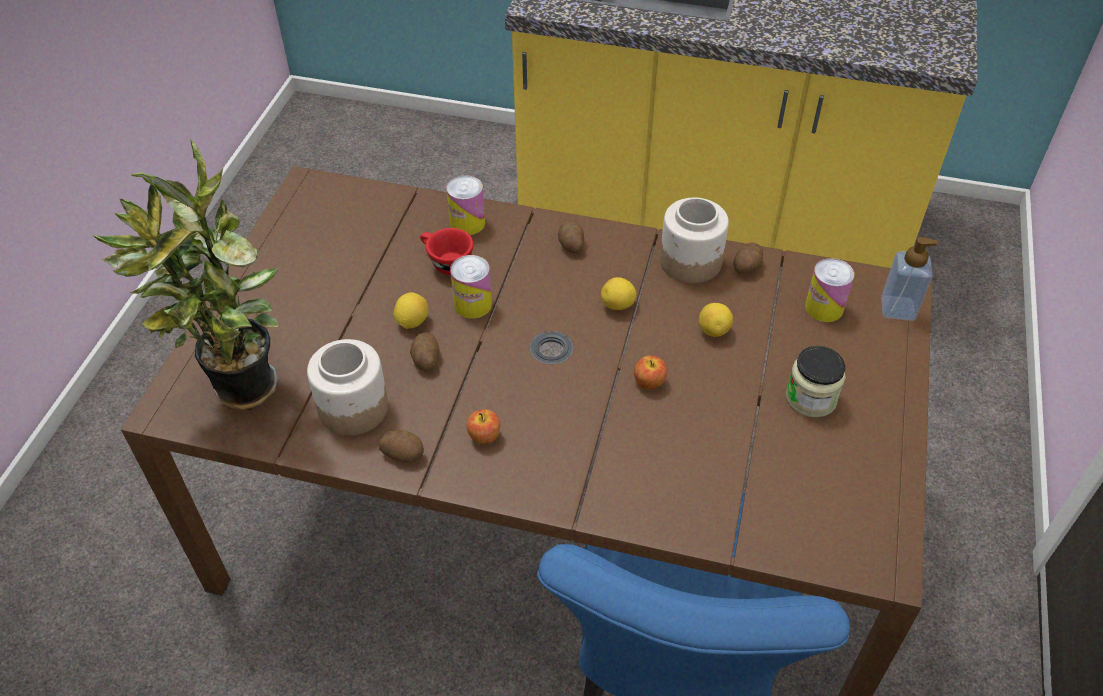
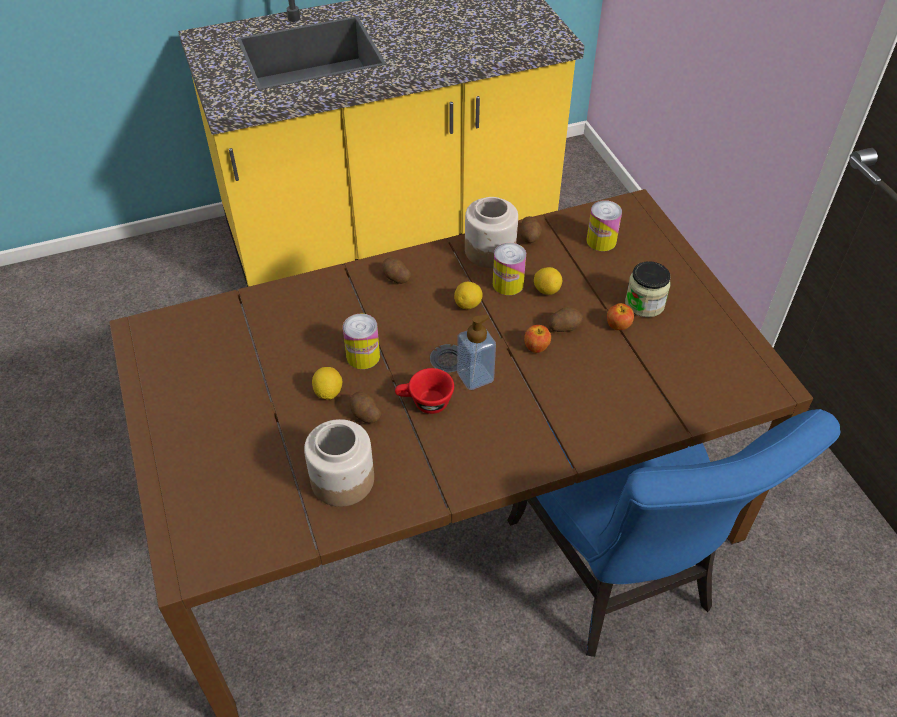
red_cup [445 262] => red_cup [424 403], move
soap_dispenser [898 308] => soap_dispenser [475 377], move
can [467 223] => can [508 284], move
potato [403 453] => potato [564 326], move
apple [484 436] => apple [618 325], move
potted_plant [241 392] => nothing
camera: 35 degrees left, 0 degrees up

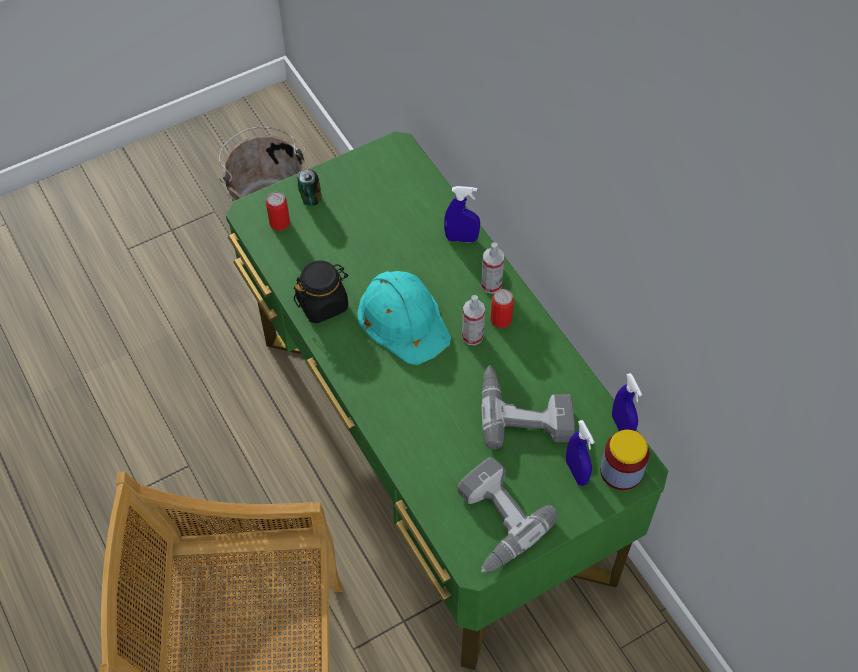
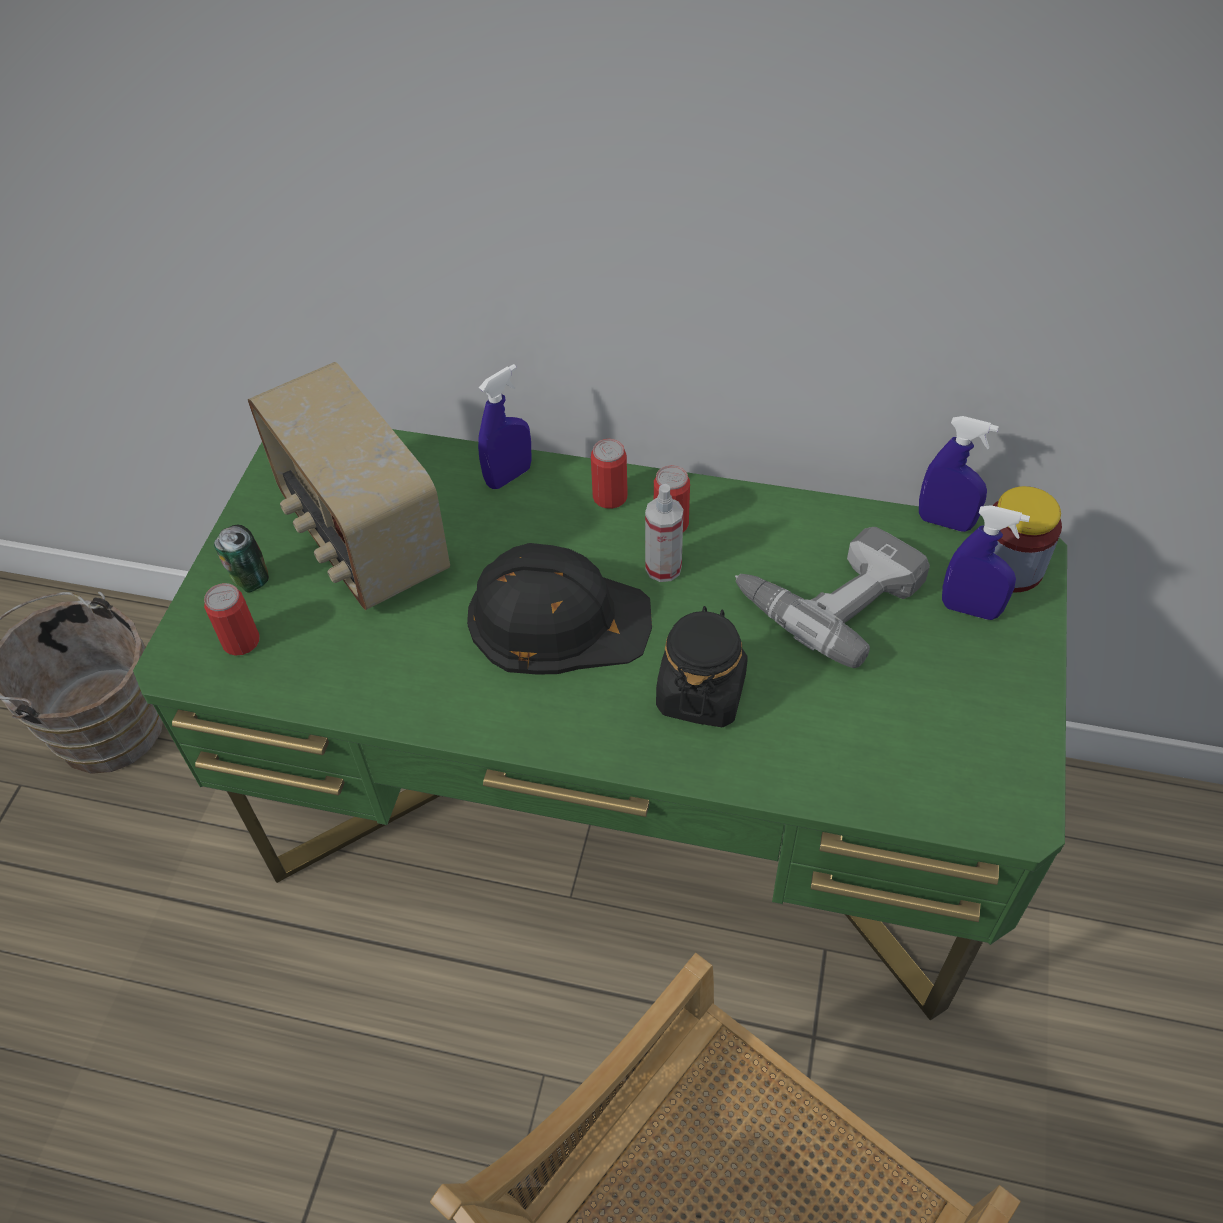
nothing => radio [361 538]
turquoise_hard_hat [403 319] => black_hard_hat [557 618]
spray_bottle [491 285] => can [610 497]
black_jar [323 303] => black_jar [701 693], move
power_drill [493 521] => nothing
camera: 45 degrees left, 5 degrees down

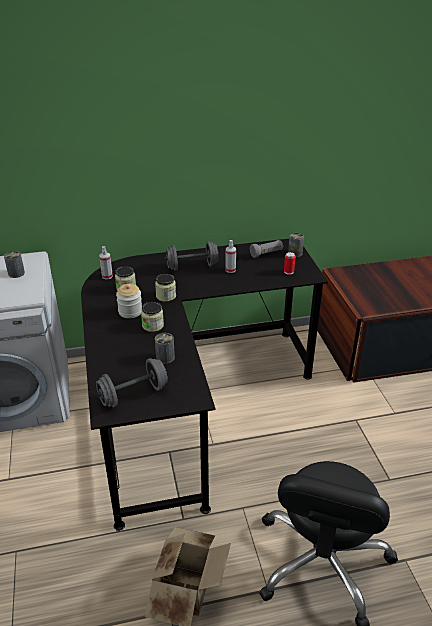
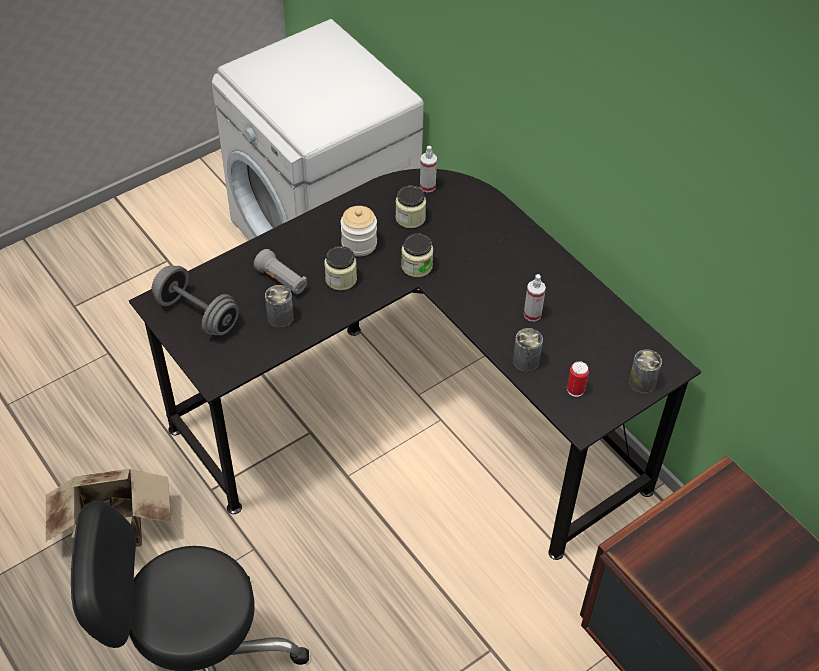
grey_flashlight [266 253] => grey_flashlight [282 281], move
can [16 273] => can [526 361], move
grey_dumbbell [192 266] => nothing
camera: 65 degrees right, 15 degrees up

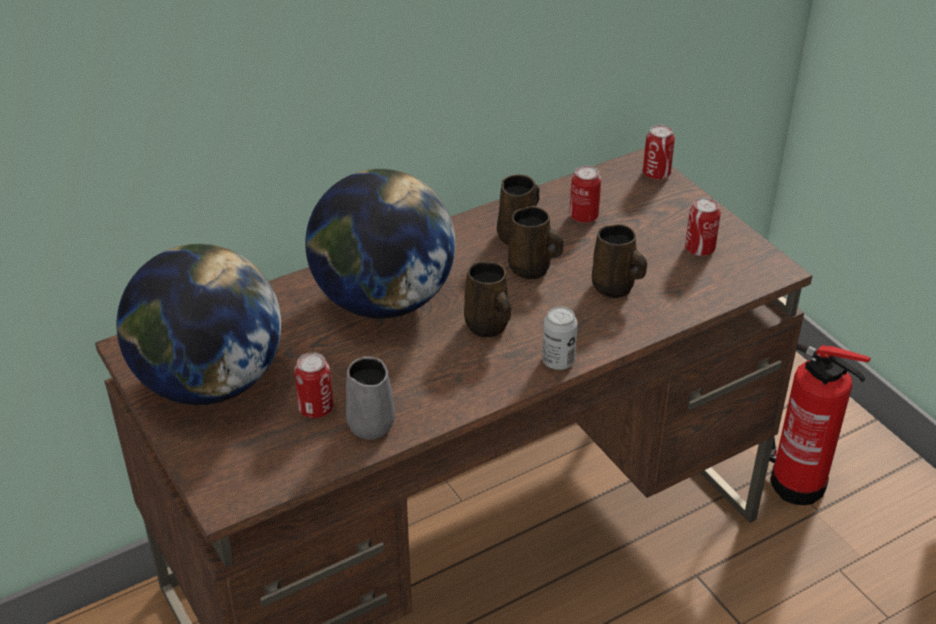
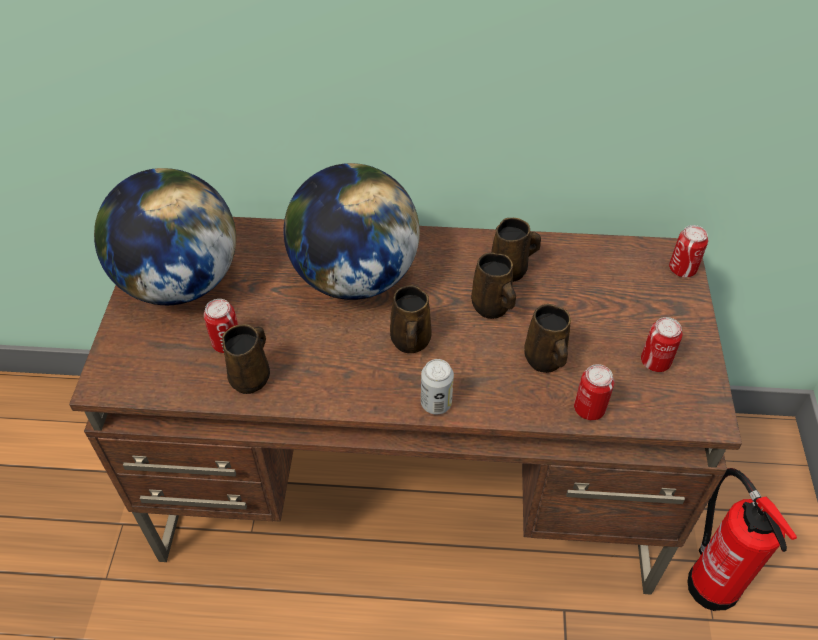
grey_mug [371 422] => brown_mug [251 377]
can [583 216] => can [589 409], move
camera: 35 degrees right, 10 degrees up

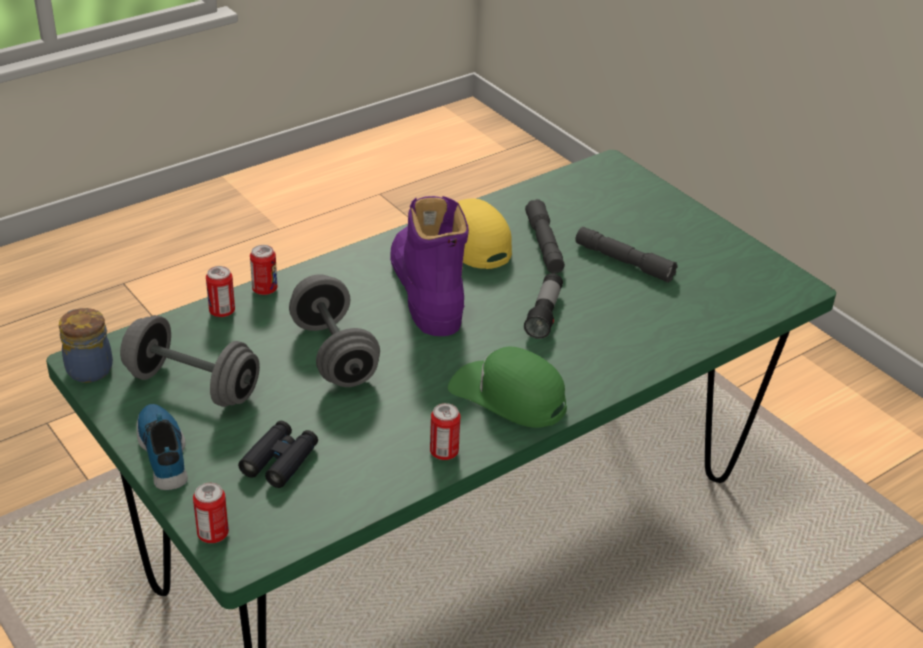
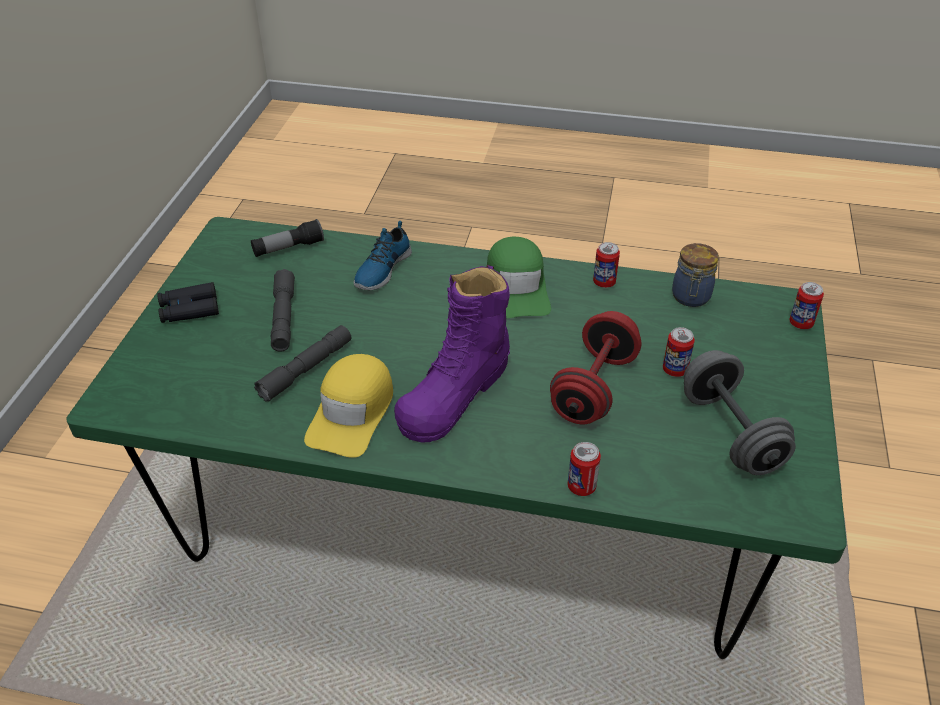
black_binoculars [280 460] => black_binoculars [189 309], move
flashlight [544 314] => flashlight [288 248], move
shoe [164 451] => shoe [381 269], move
grey_dumbbell [334 354] => red_dumbbell [593 388]
can [222 311] => can [674 370], move
jar [88 368] => jar [690 297], move
camera: 130 degrees left, 5 degrees up

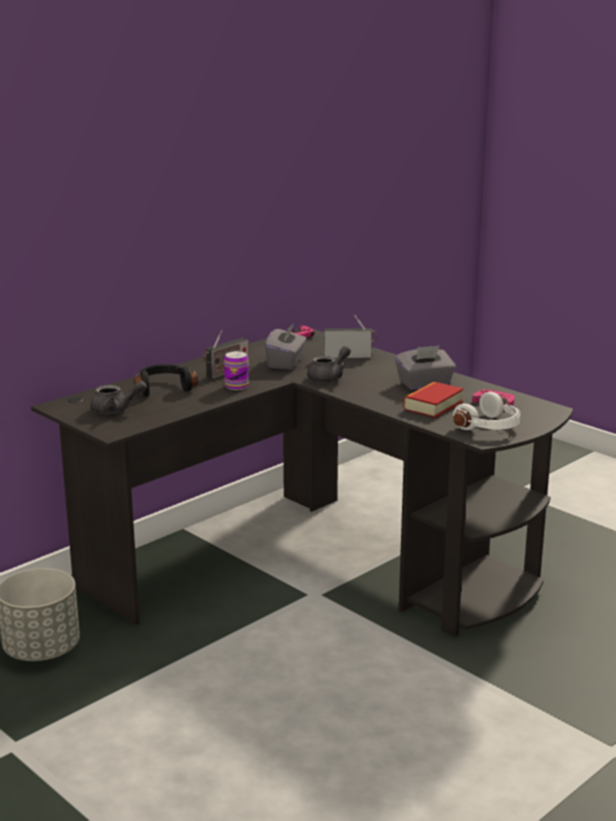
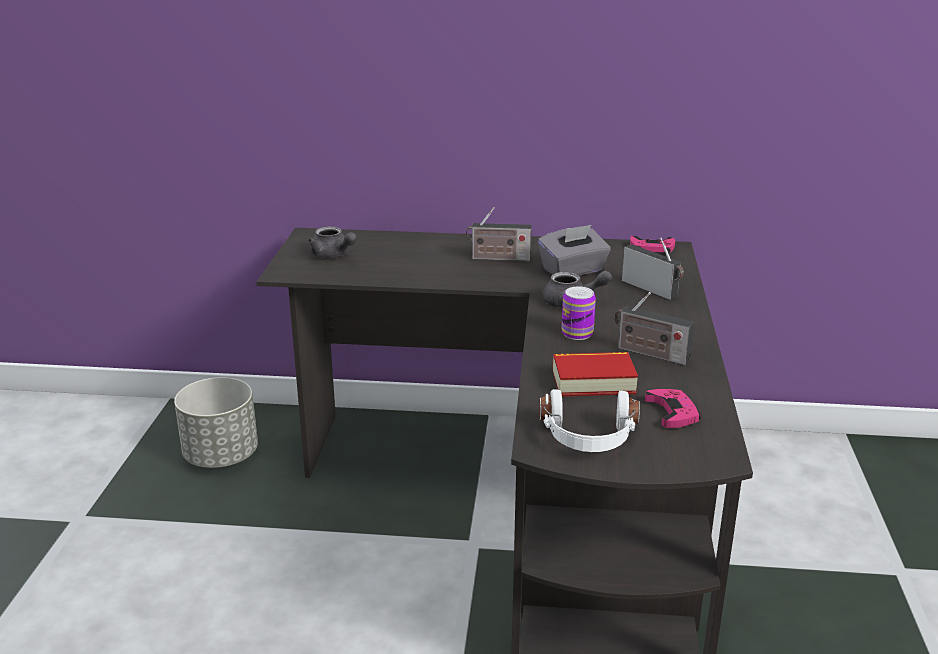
can [236 386] => can [577 333], move
grey_tissue_box [424 384] => radio [649 354]
black_headphones [163 388] => nothing
camera: 50 degrees right, 5 degrees up

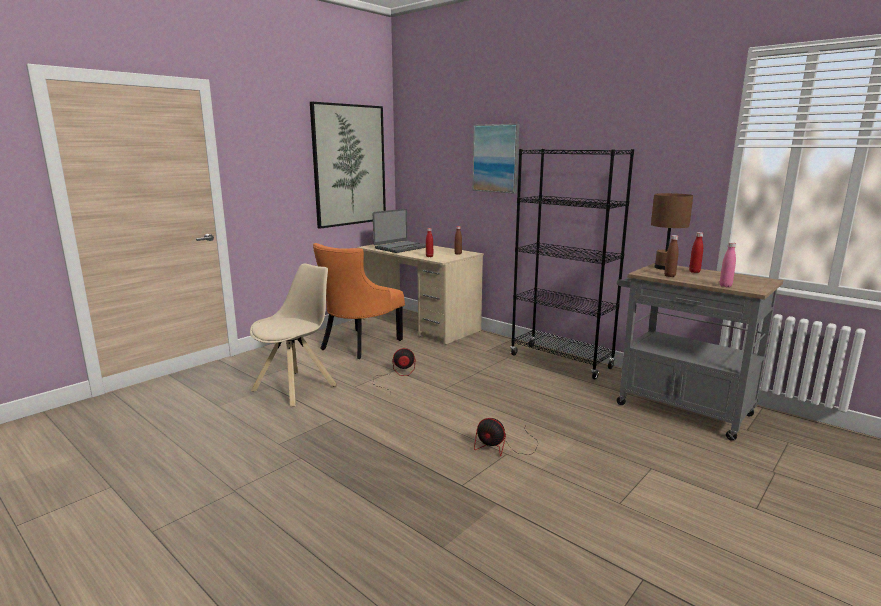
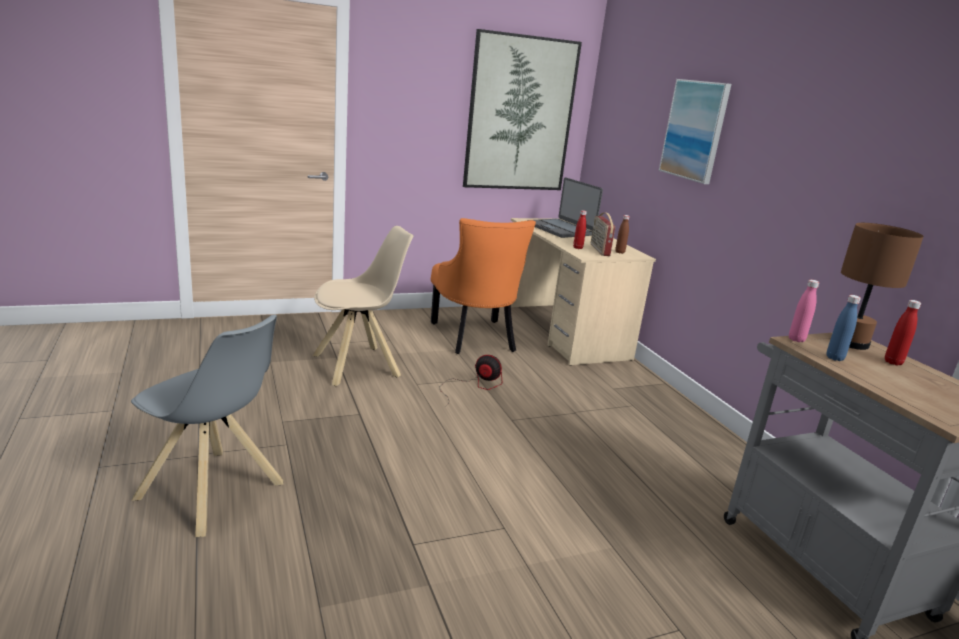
nothing => grey_chair [213 492]
orange_chair [361 344] => orange_chair [473 336], 75 degrees counterclockwise
laptop [401 248] => laptop [560 229], 75 degrees clockwise
nothing => radio [599 250]
pink_bottle [725 286] => pink_bottle [796 339], move
brown_bottle [669 276] => blue_bottle [834 358]
fan [504 447] => nothing
black_bookcase [561 361] => nothing
camera: 25 degrees right, 5 degrees up

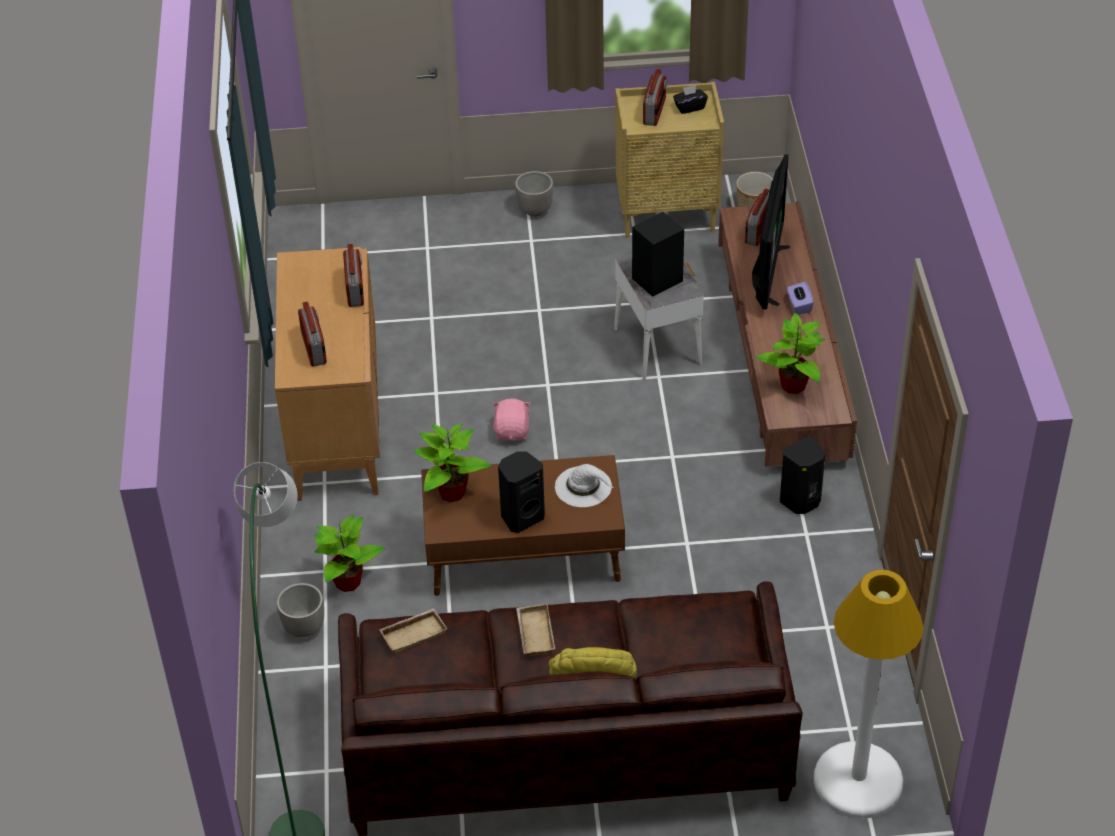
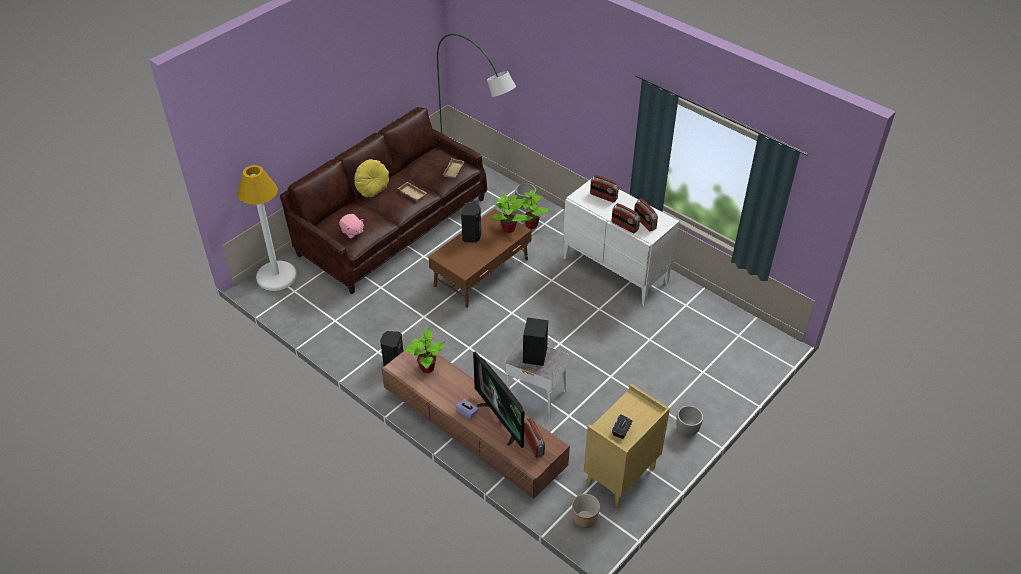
pink_plush_toy [512 431] => pink_plush_toy [352 232], move
brown_cabinet [337 427] => white_cabinet [615 270]
radio [654 112] => radio [644 222], move
white_hat [584 486] => nothing
camera: 135 degrees right, 0 degrees up

